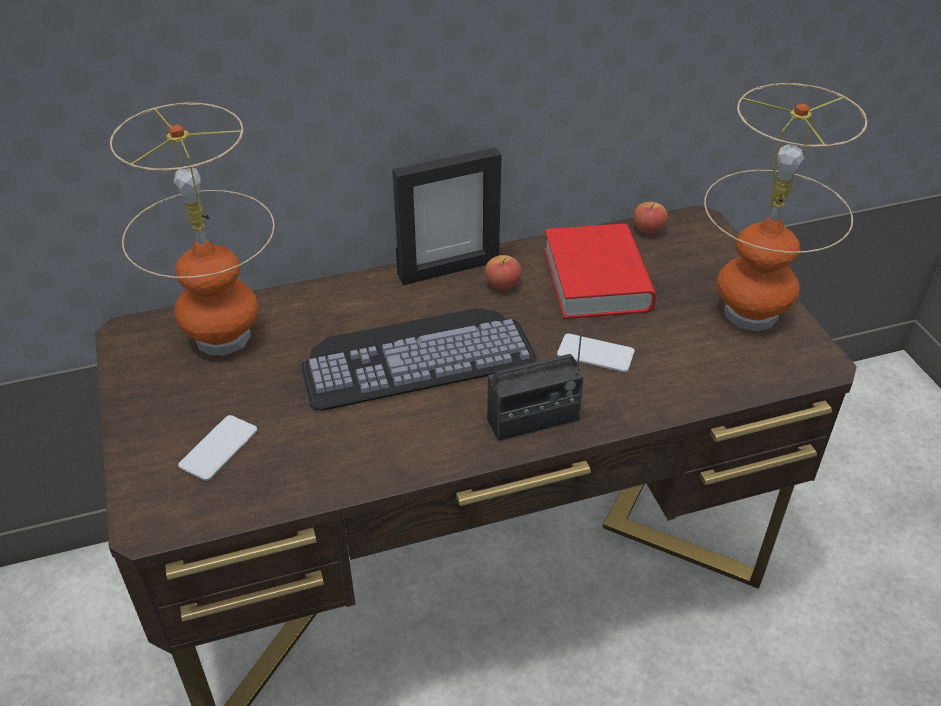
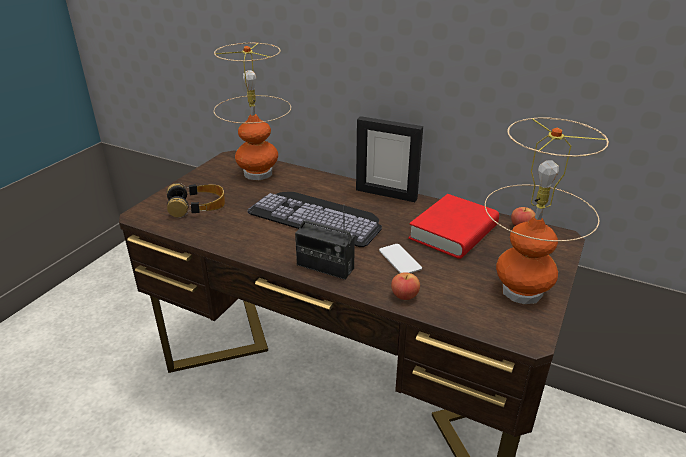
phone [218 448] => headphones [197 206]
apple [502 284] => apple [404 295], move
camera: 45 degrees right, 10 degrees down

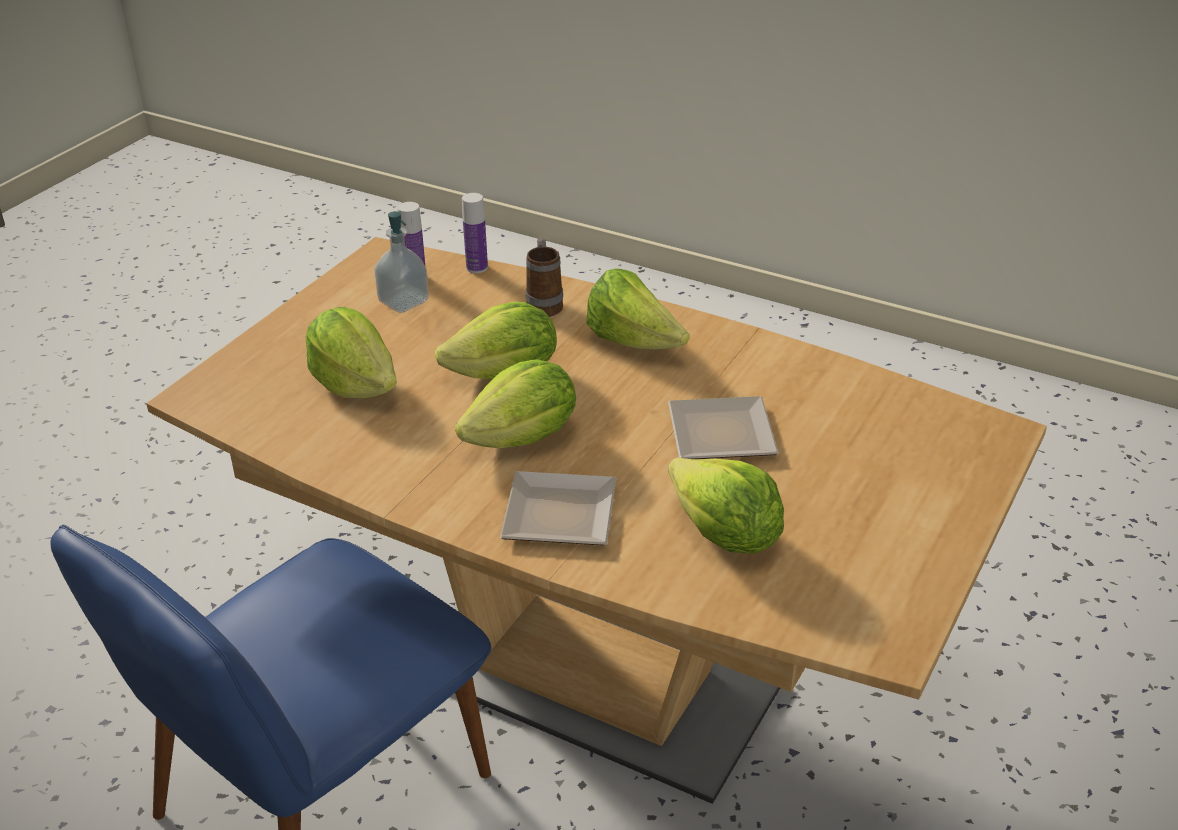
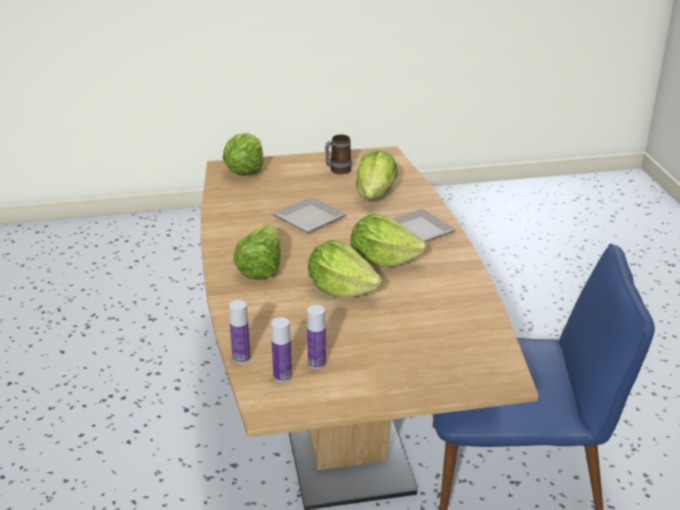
lettuce [355 385] => lettuce [245 171], move
soap_dispenser [403 302] => bottle [316 363]
mug [544 303] => mug [337 171], move
camera: 130 degrees left, 5 degrees down

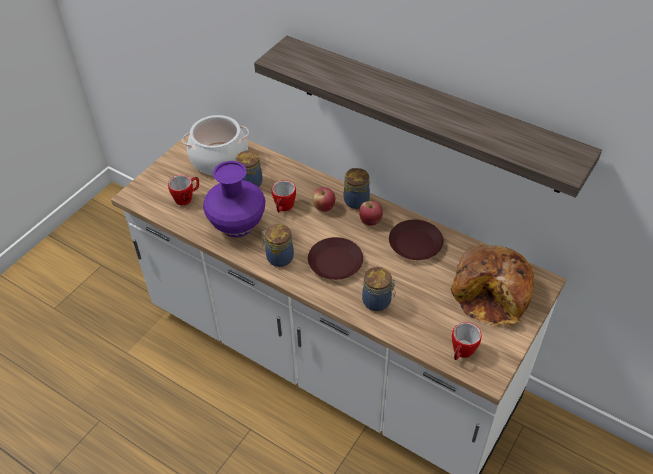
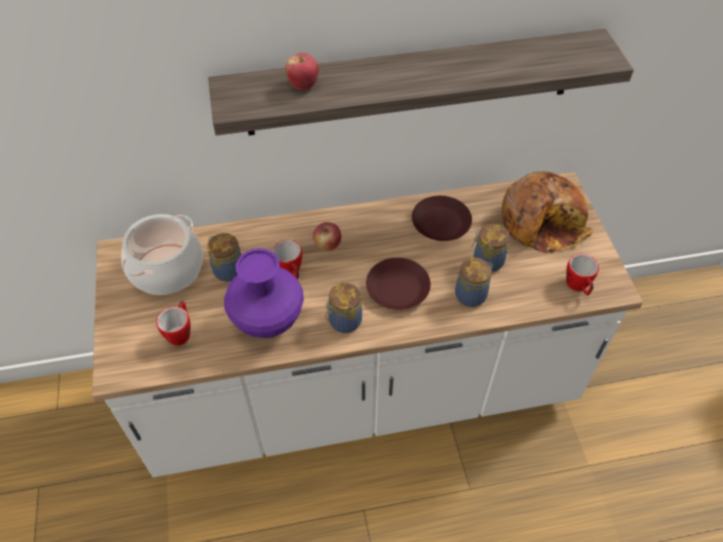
apple [370 221] => apple [303 85], move
jar [356 200] => jar [486 261], move
camera: 45 degrees left, 5 degrees up

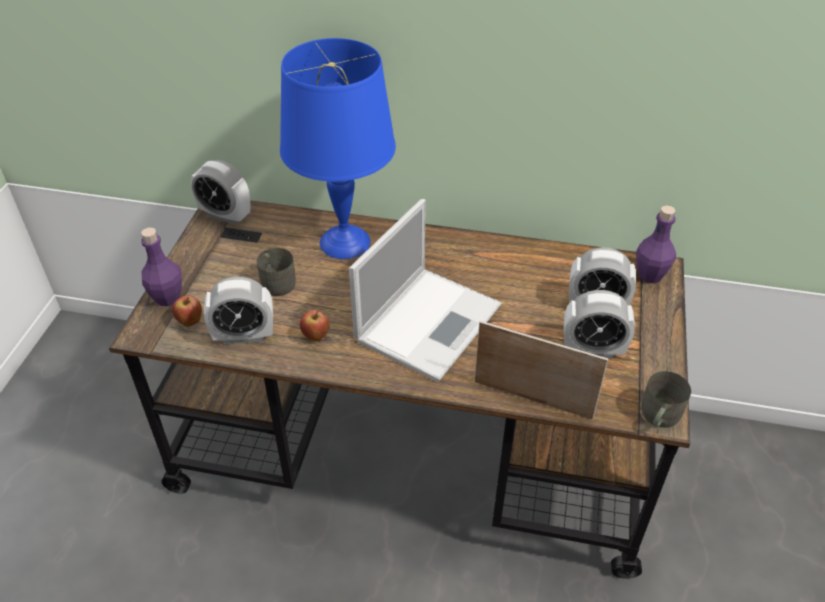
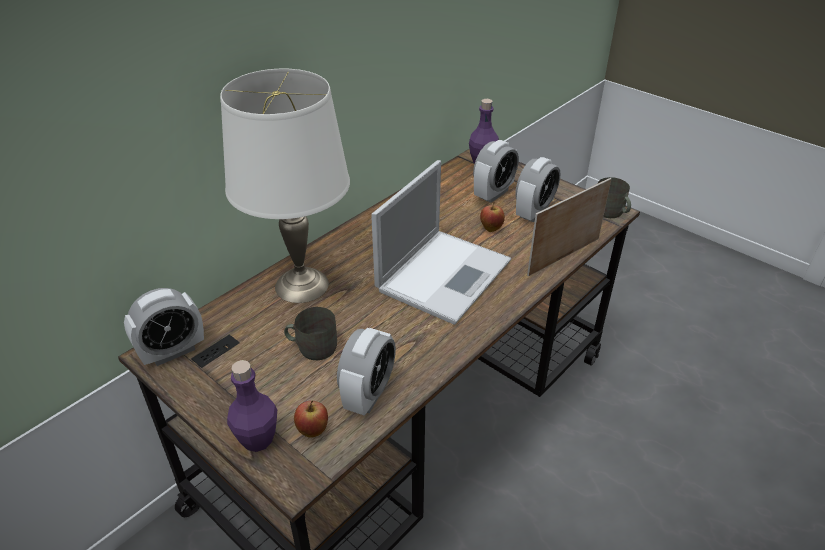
blue_table_lamp [344 242] => white_table_lamp [301 285]
laptop [429 321] => laptop [445 274], 60 degrees clockwise
apple [316 336] => apple [491 229], move
camera: 60 degrees left, 5 degrees down

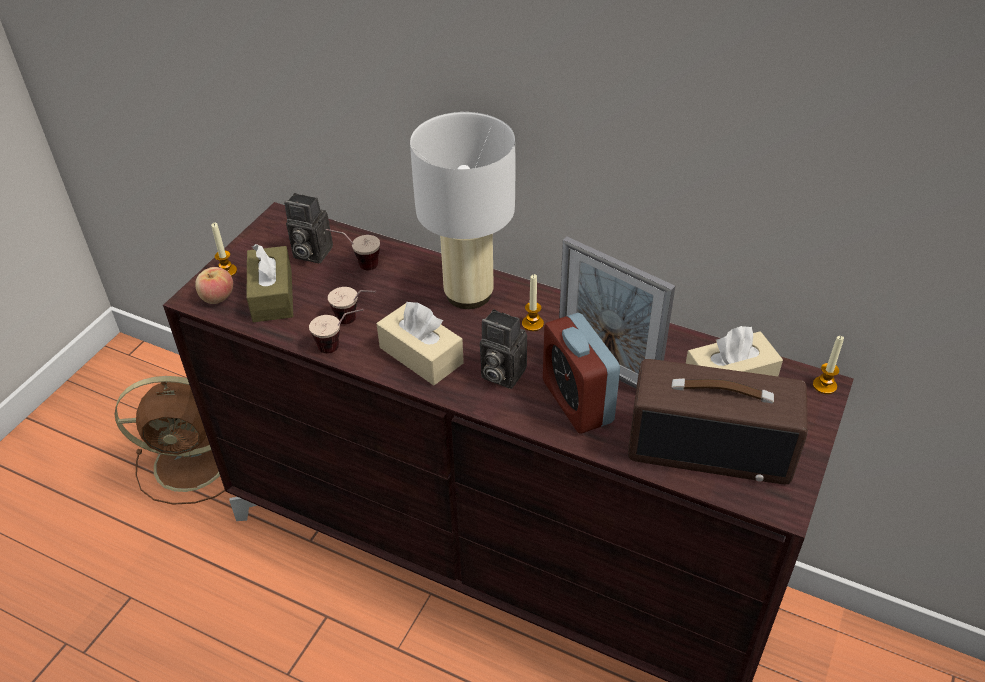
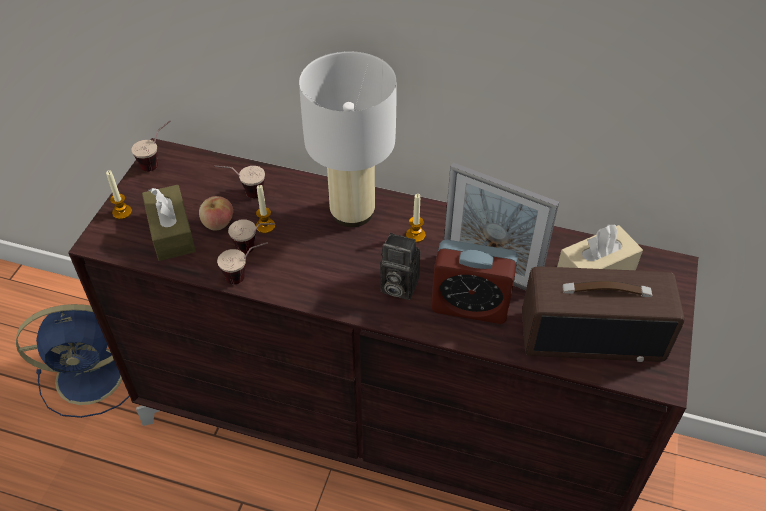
brown_fan [194 462] => blue_fan [93 375]
nothing => cup [158 161]
apple [217 298] => apple [218 223], move
candle [824 385] => candle [265 226], move
alarm_clock [577 402] => alarm_clock [470 305], 45 degrees counterclockwise
photo_camera [310 253] => nothing
beige_tissue_box [421 355] => nothing
camera: 10 degrees left, 5 degrees up

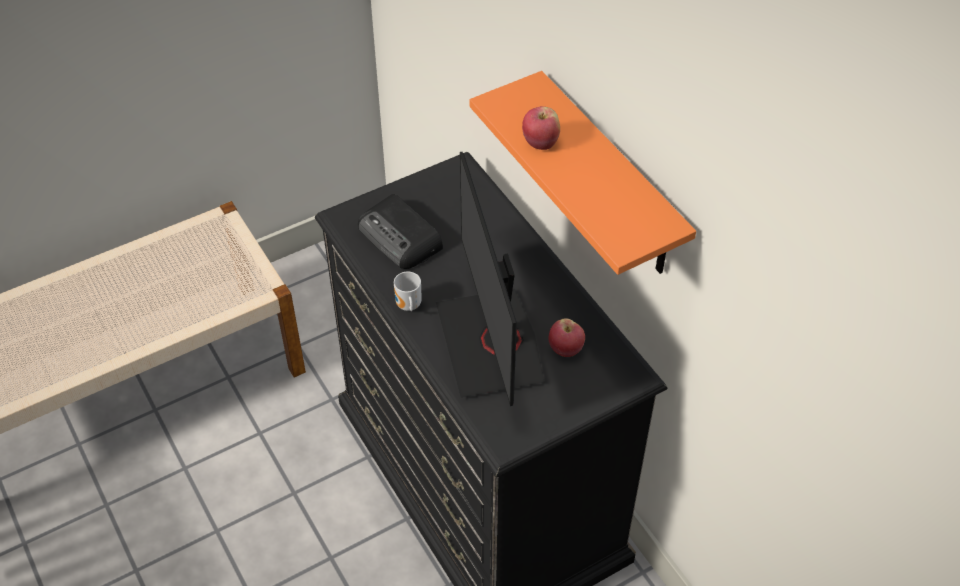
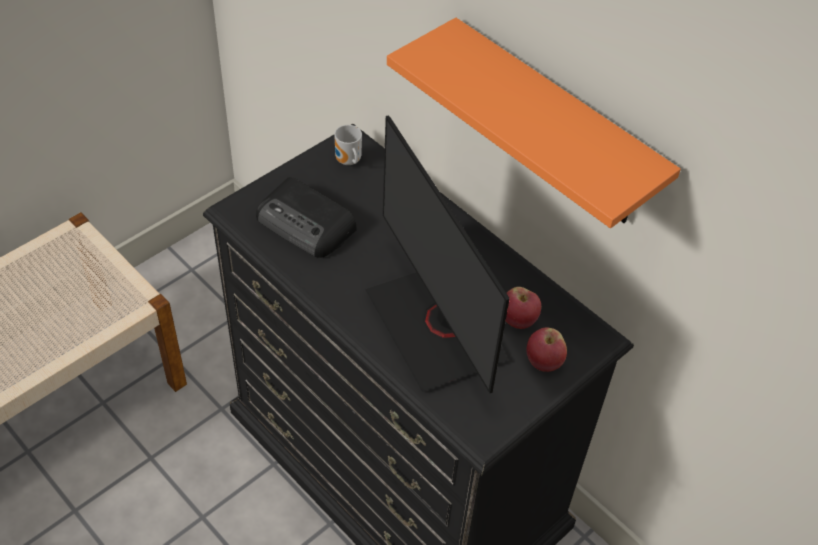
mug [408 306] => mug [348 162], move
apple [540 143] => apple [543 362], move
camera: 15 degrees left, 0 degrees up

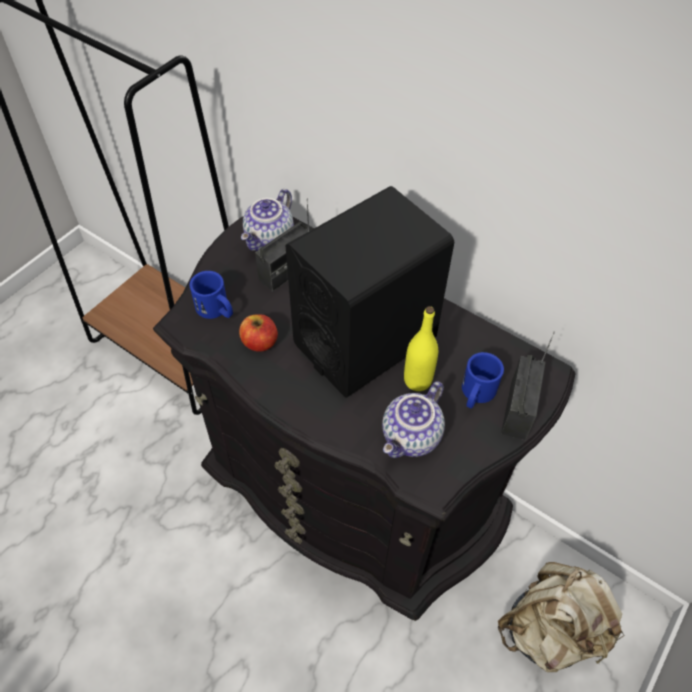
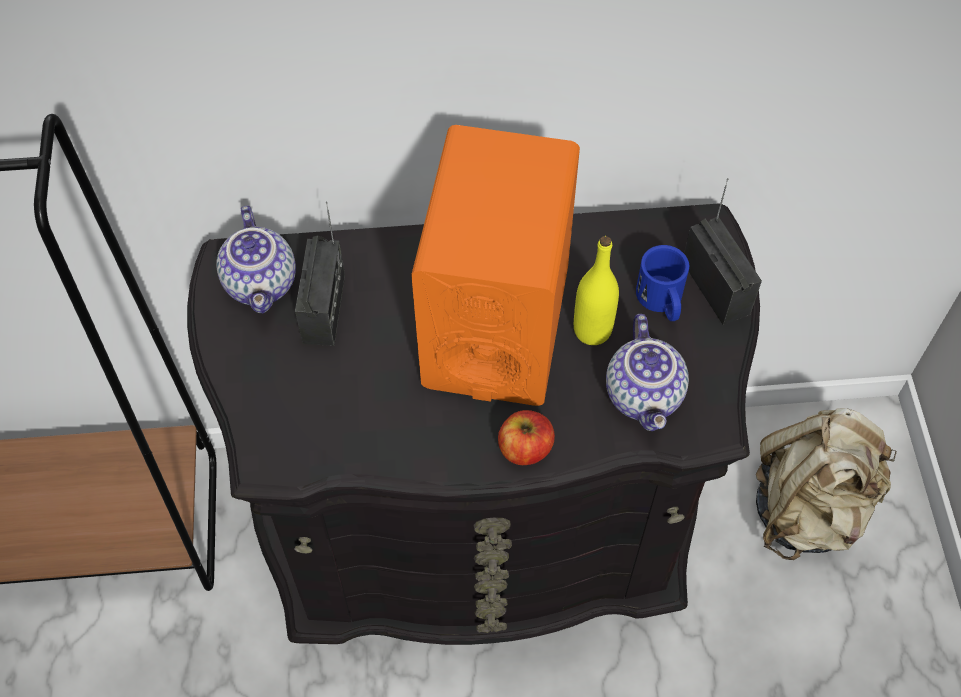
black_speaker [365 340] => orange_speaker [496 326]
apple [260 342] => apple [525 448], move
blue_mug [216 310] => nothing
camera: 40 degrees left, 5 degrees up

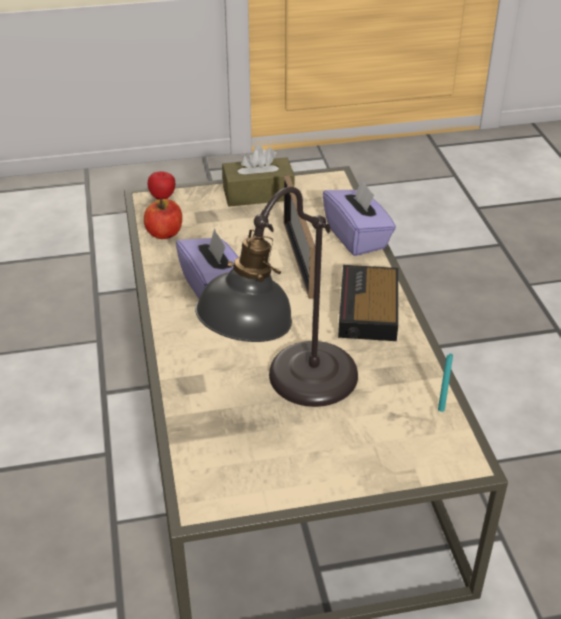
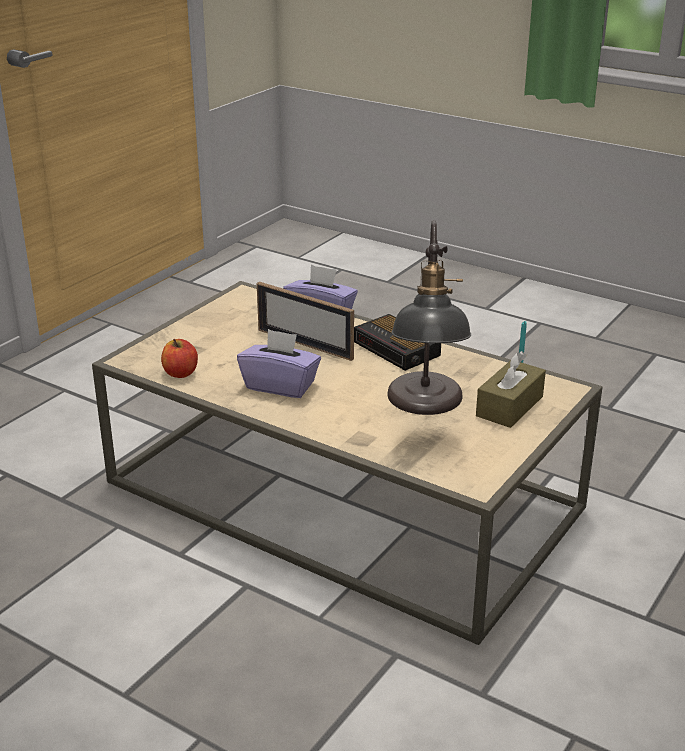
brown_tissue_box [258 194] => brown_tissue_box [509 406], move
apple [163 198] => nothing
camera: 45 degrees left, 10 degrees down

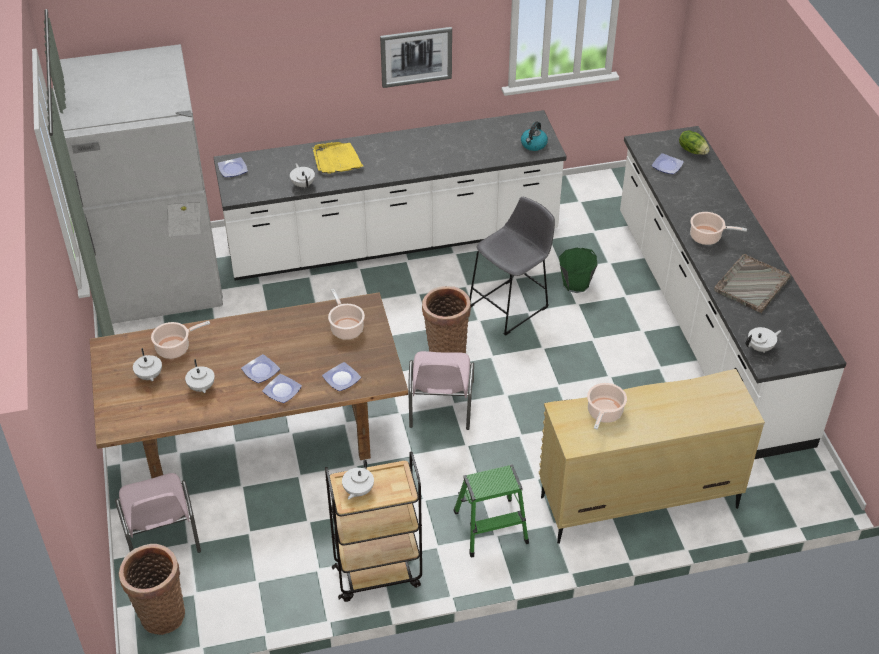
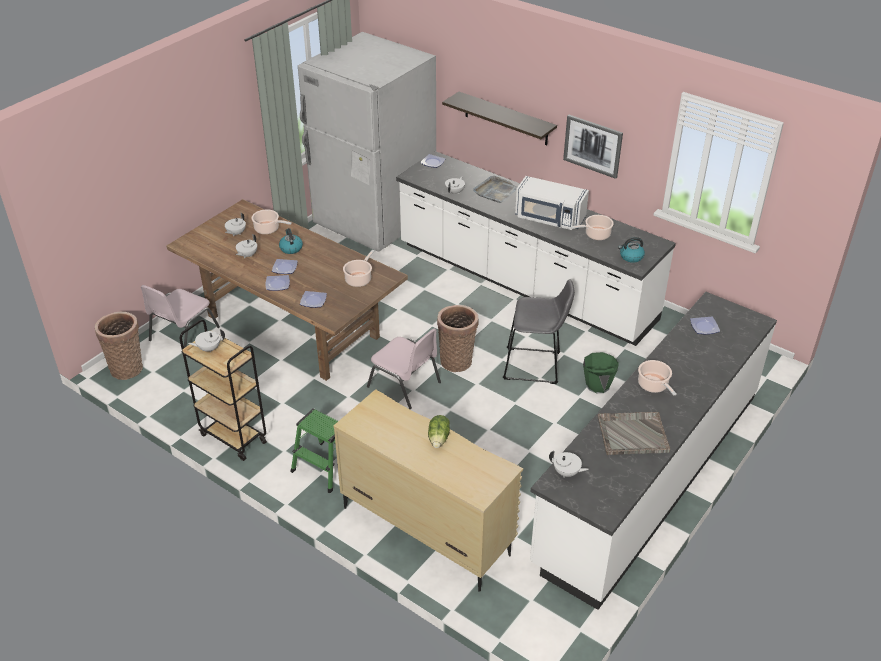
nothing => kettle [291 248]
pink_chair [440 405] => pink_chair [405 385], 105 degrees counterclockwise
lettuce [692 150] => lettuce [439 438], move
nothing => shelf [506 119]
yellow_tray [336 160] => grey_tray [495 191]
nothing => white_microwave [549 218]
cooking_pot [604 413] => cooking_pot [596 235], move
camera: 50 degrees right, 5 degrees down

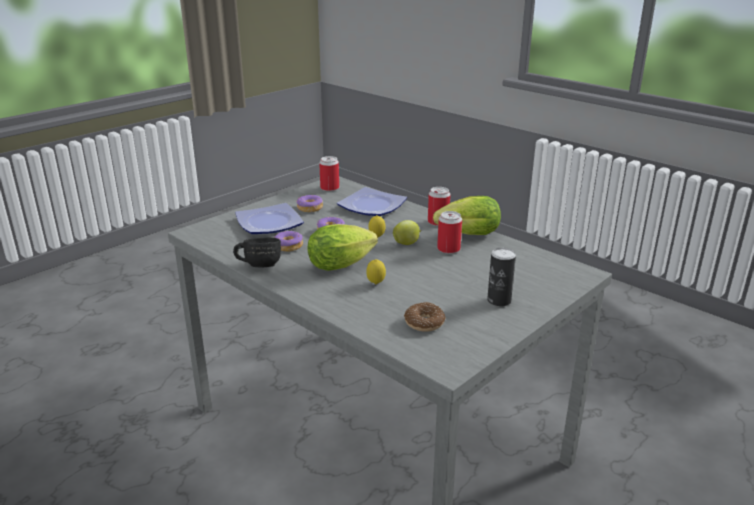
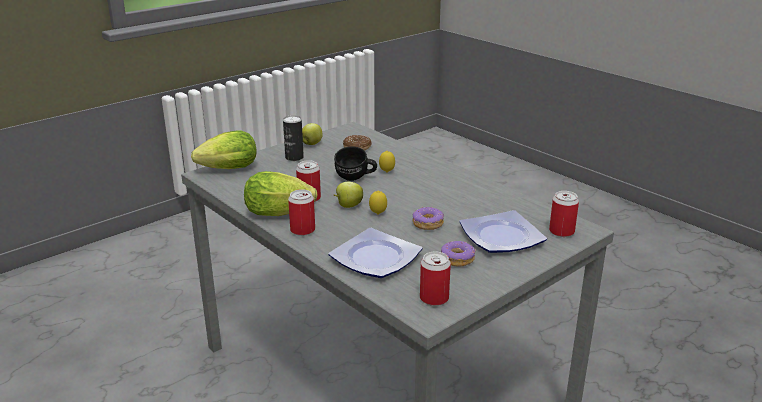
lettuce [344 264] => lettuce [225 170], move
nothing => apple [312 144]
black_mug [258 265] => black_mug [355 179], move
nothing => can [561 232]
donut [288 246] => nothing
camera: 175 degrees left, 0 degrees up

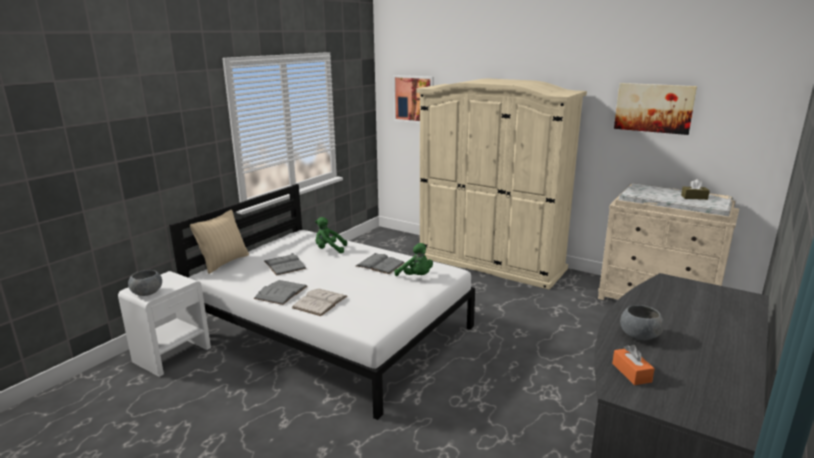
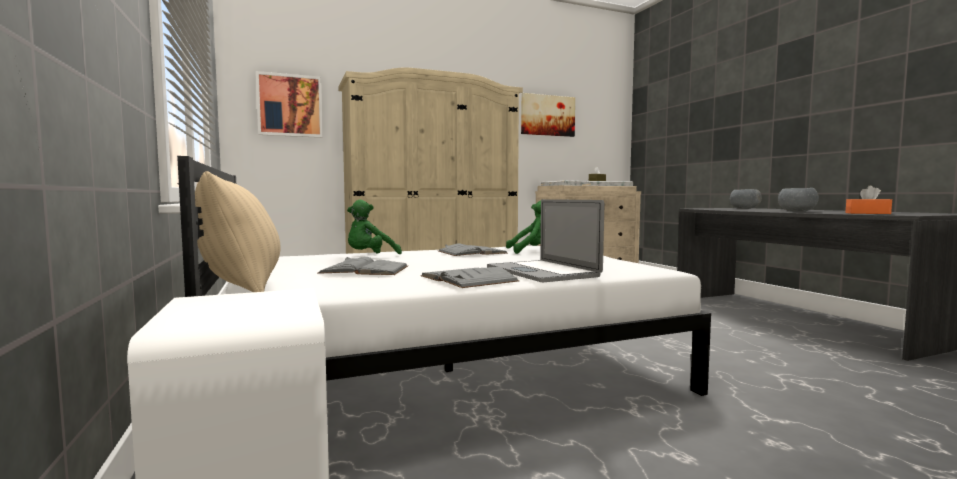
white_book [320 302] => laptop [541 272]
grey_bowl [147 293] => grey_bowl [744 208], move
camera: 55 degrees left, 15 degrees down

